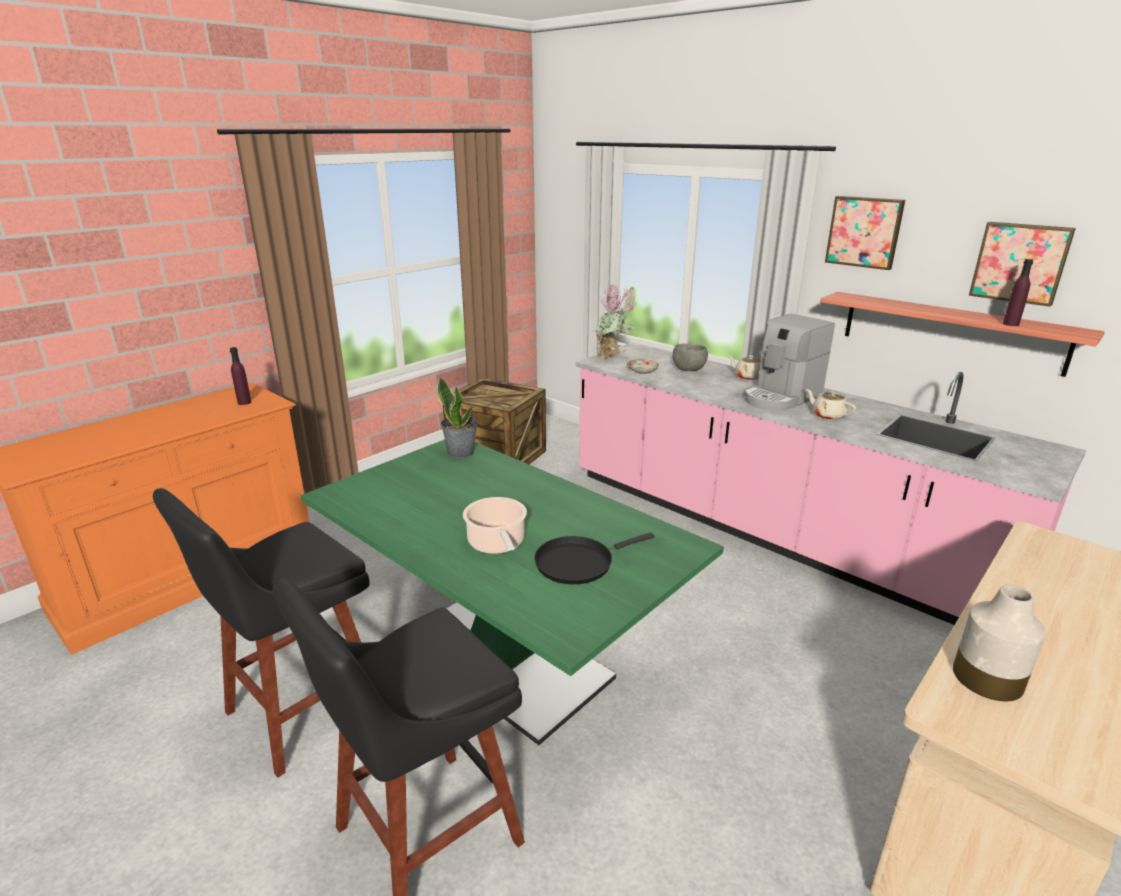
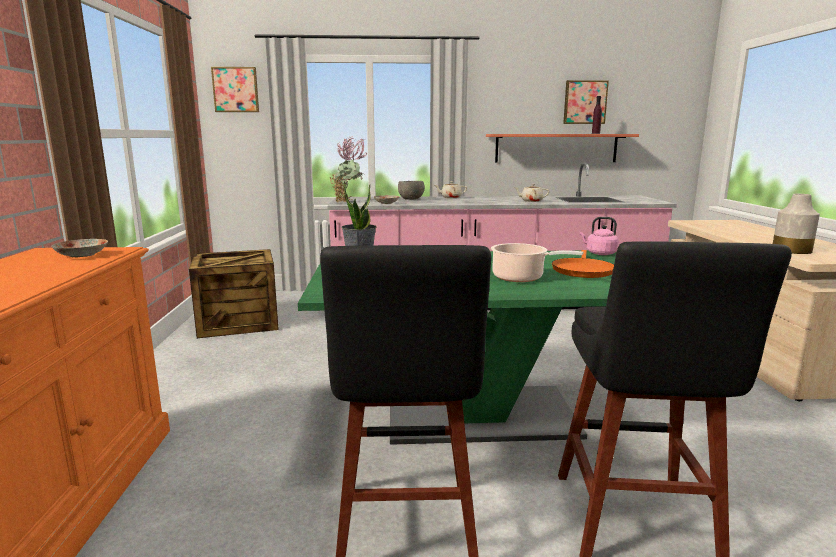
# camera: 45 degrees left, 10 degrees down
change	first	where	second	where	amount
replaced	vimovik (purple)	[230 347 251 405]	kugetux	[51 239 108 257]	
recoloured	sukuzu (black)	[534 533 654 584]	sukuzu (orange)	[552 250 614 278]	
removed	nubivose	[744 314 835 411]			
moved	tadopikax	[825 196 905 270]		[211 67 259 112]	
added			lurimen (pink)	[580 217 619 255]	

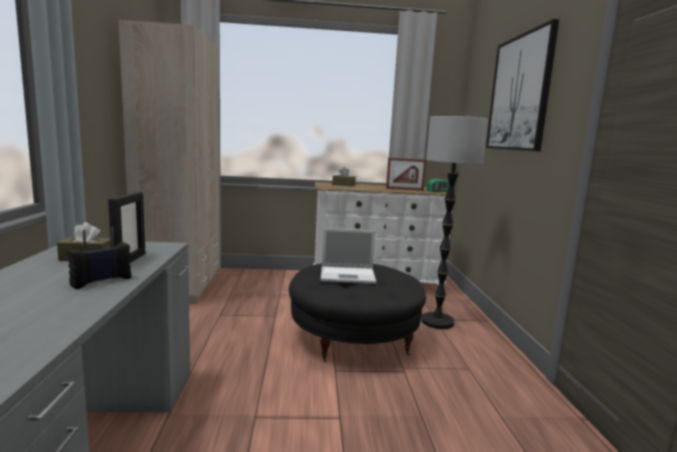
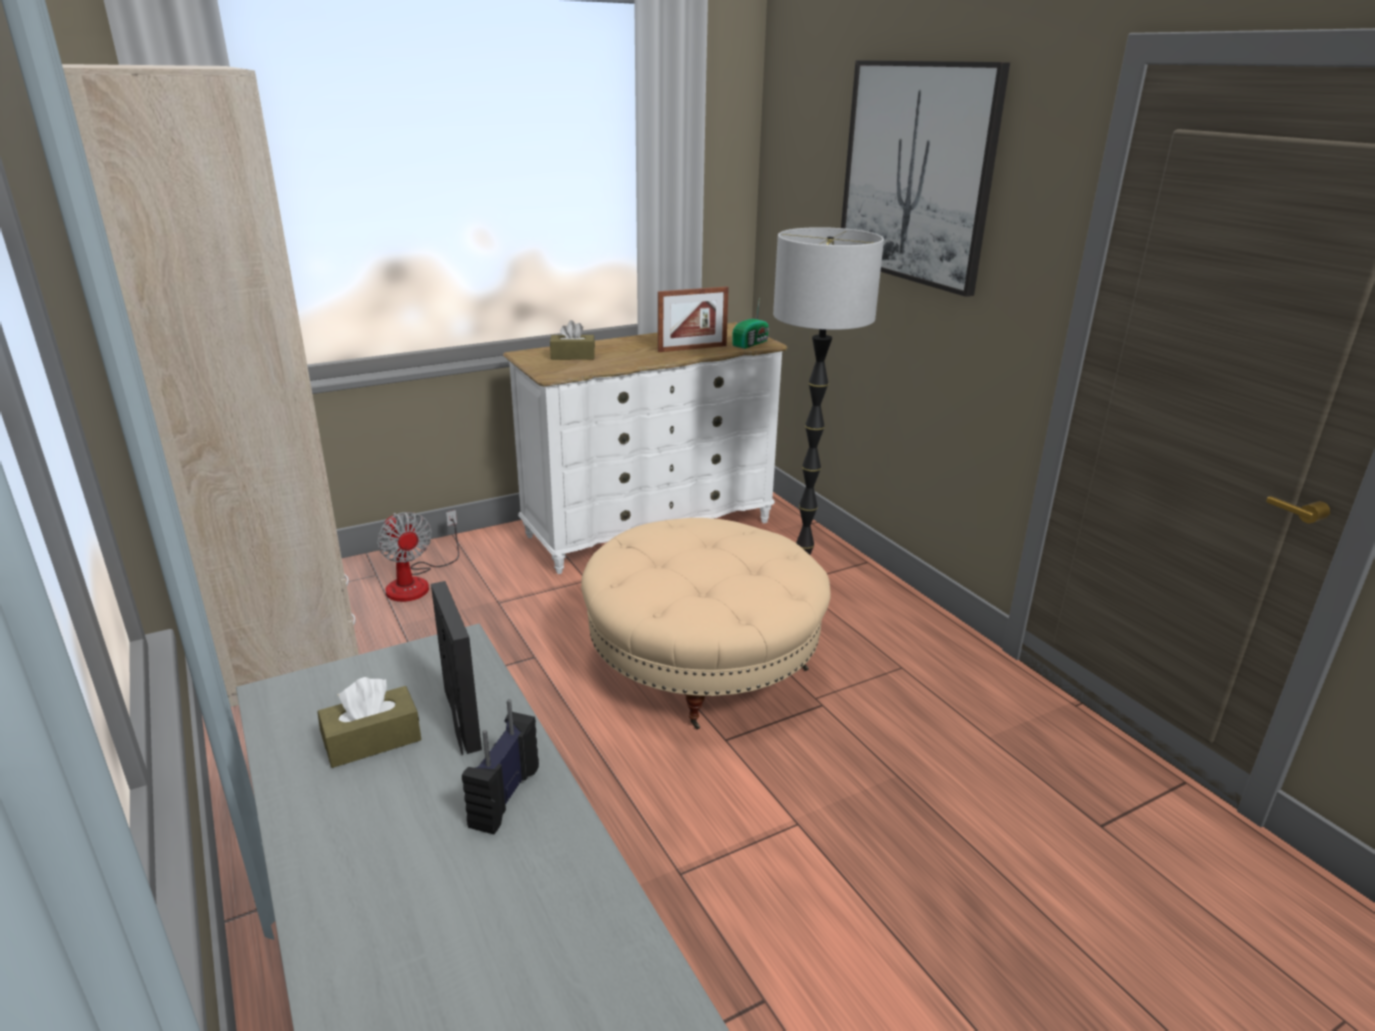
# camera: 25 degrees left, 15 degrees up
change	first	where	second	where	amount
recoloured	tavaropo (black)	[289 263 426 362]	tavaropo (beige)	[581 518 831 730]	
removed	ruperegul	[321 228 376 284]			
added			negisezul	[377 510 459 602]	

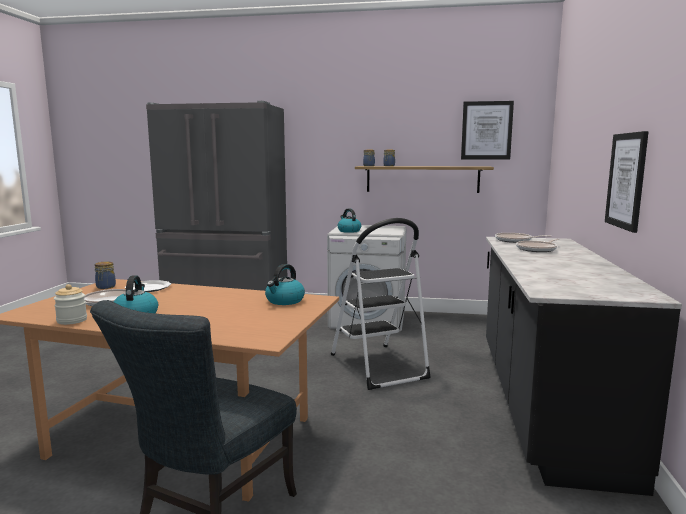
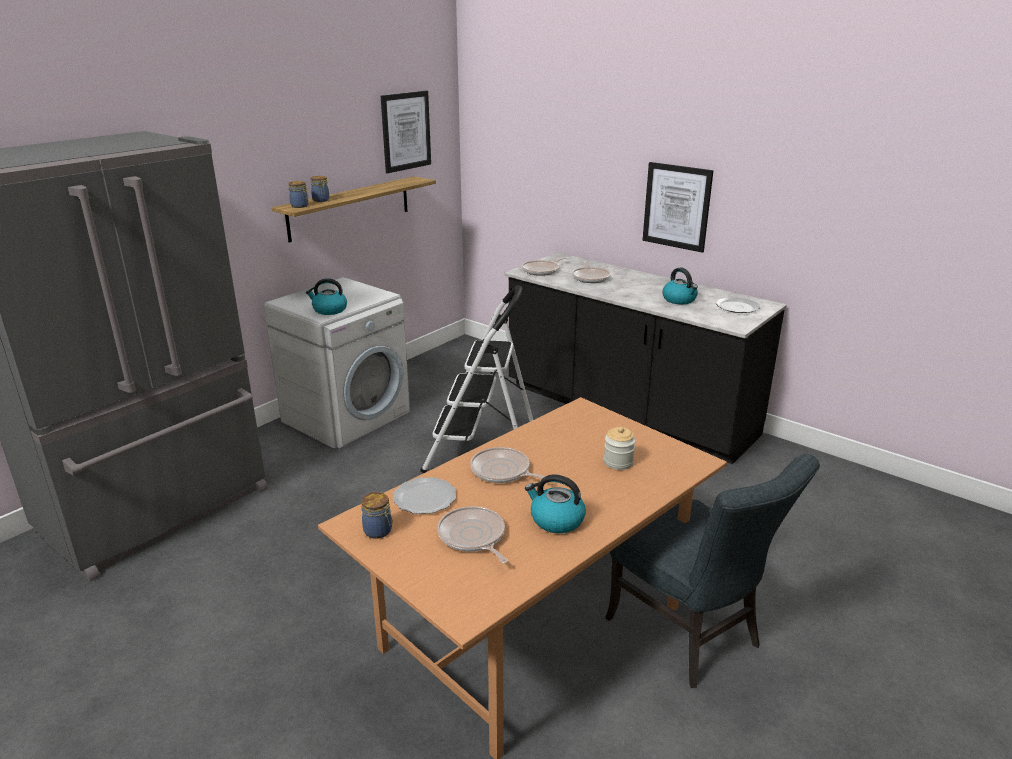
# camera: 60 degrees left, 15 degrees up
change	first	where	second	where	amount
moved	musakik	[54 284 87 325]		[604 427 636 470]	
moved	lurimen	[265 264 305 305]		[662 268 698 304]	
added			sukuzu	[470 447 545 483]	
added			kugetux	[716 297 760 313]	

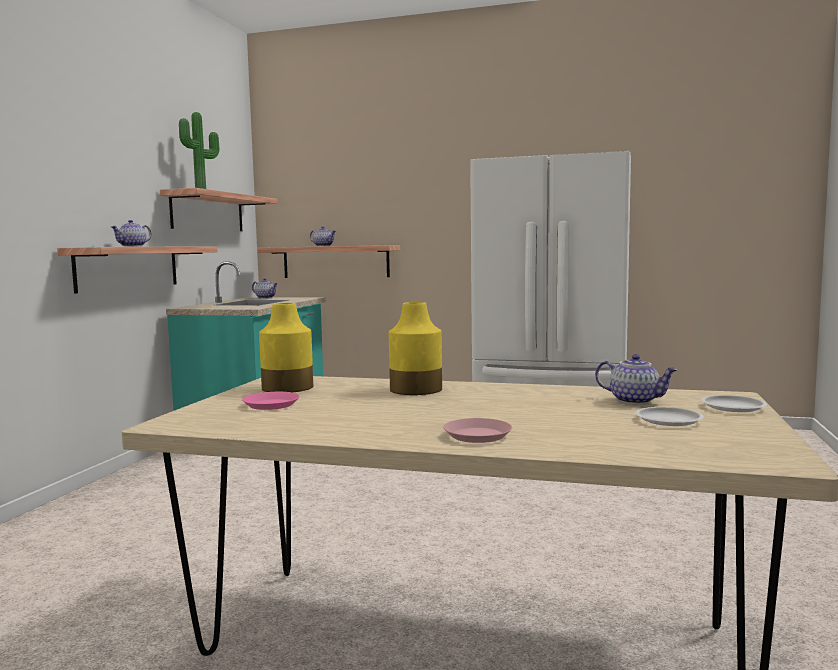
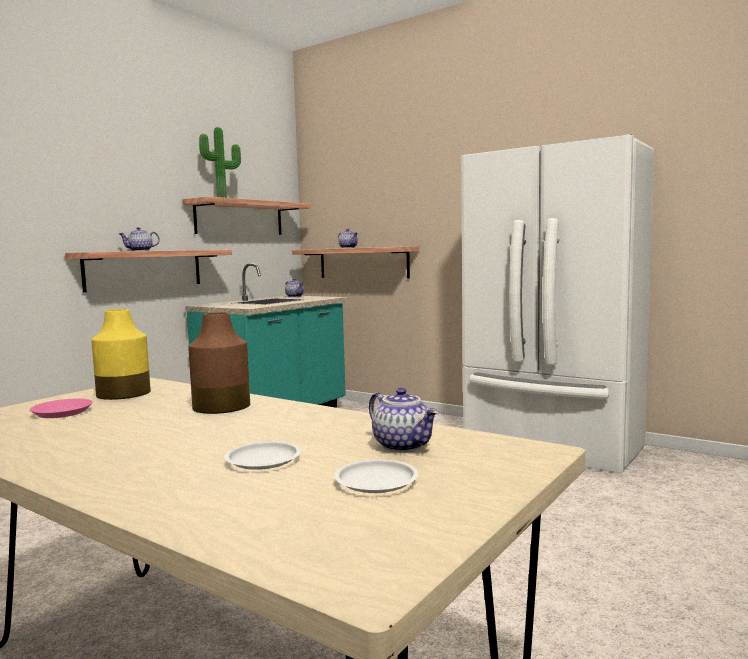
# camera: 20 degrees right, 0 degrees up
change	first	where	second	where	amount
recoloured	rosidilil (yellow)	[389 302 442 395]	rosidilil (brown)	[188 312 250 414]	
removed	kugetux (pink)	[443 418 512 443]			
moved	kugetux (white)	[701 395 767 412]		[224 442 301 470]	

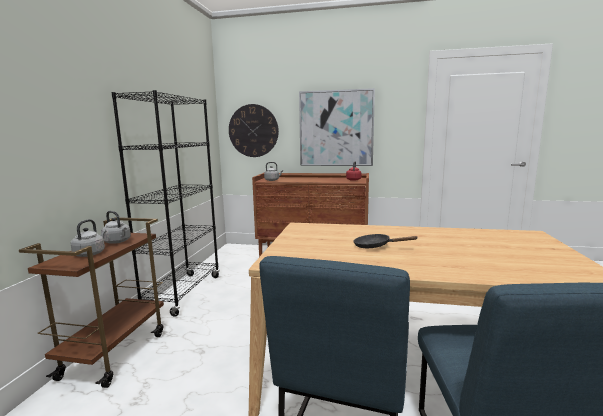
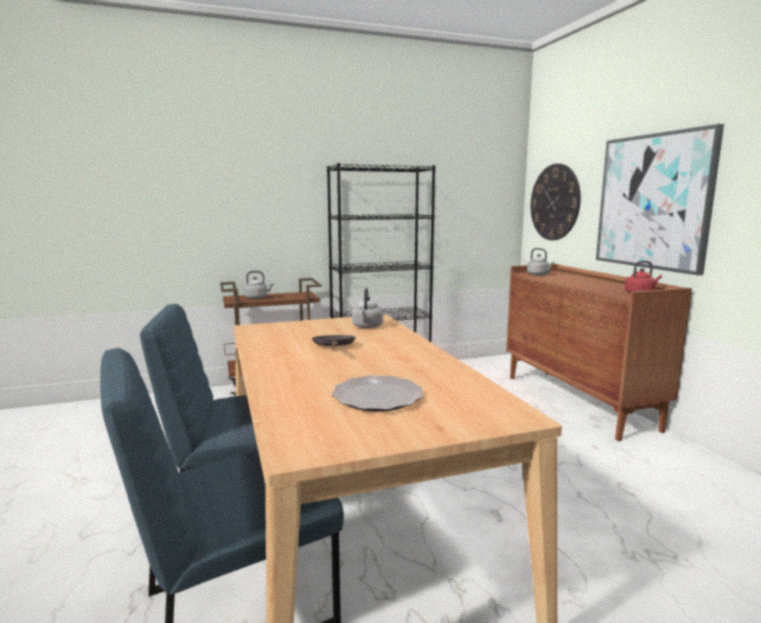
# camera: 60 degrees right, 0 degrees up
change	first	where	second	where	amount
moved	lurimen (grey)	[101 211 131 244]		[352 288 383 329]	
added			kugetux	[332 375 423 412]	

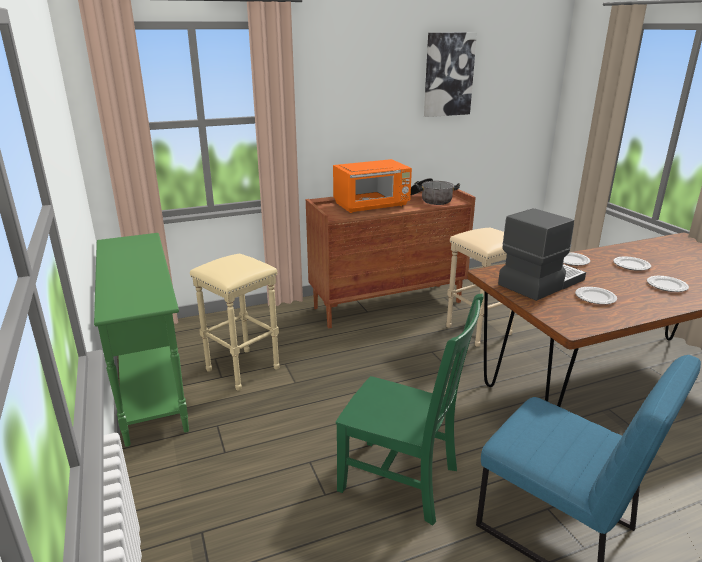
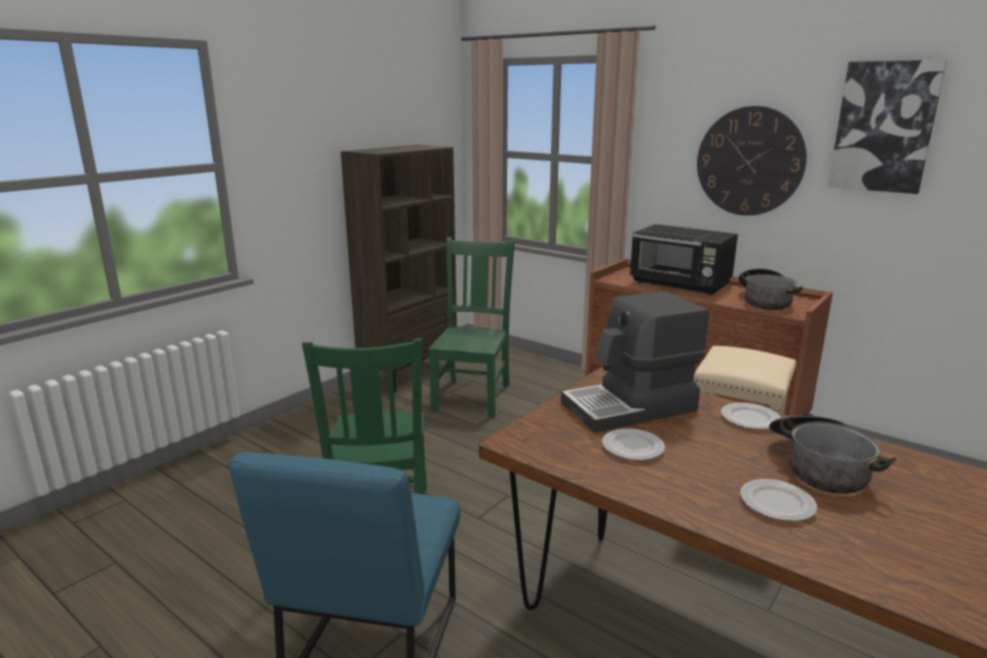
# camera: 60 degrees right, 5 degrees down
change	first	where	second	where	amount
replaced	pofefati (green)	[94 233 189 447]	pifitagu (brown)	[341 145 457 393]	
replaced	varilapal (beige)	[190 254 280 391]	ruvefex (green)	[429 237 515 418]	
recoloured	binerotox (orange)	[333 159 412 213]	binerotox (black)	[630 224 738 295]	
turned	nubivose	[498 208 586 301]		[561 291 709 433]	135 degrees clockwise
replaced	kugetux	[613 256 651 271]	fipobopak	[769 414 897 494]	
added			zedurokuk	[697 106 807 216]	

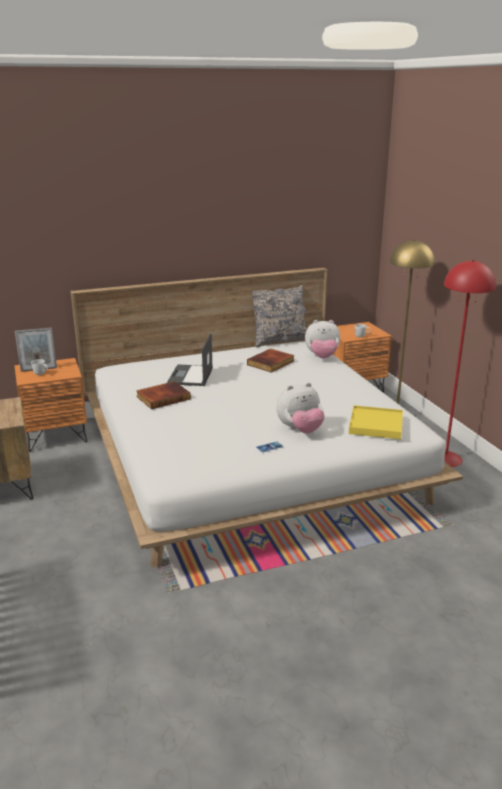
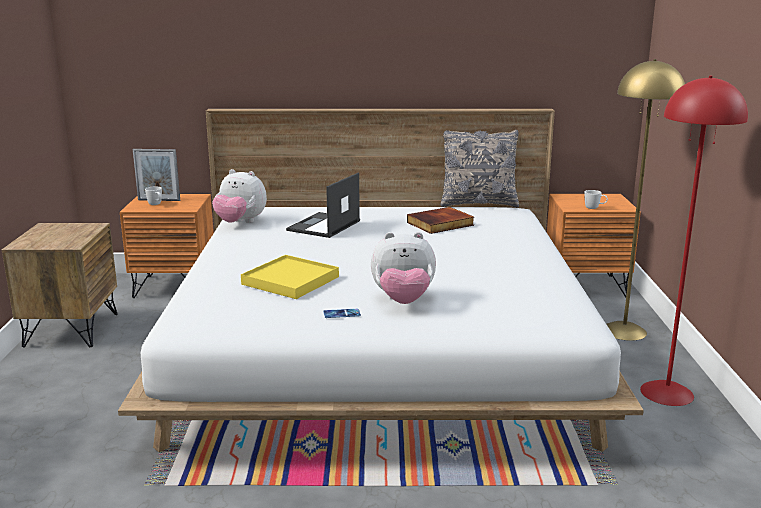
# camera: 20 degrees right, 5 degrees down
change	first	where	second	where	amount
removed	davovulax	[136 381 191 409]			
moved	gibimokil	[305 320 340 359]		[212 169 267 223]	
moved	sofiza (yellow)	[349 405 403 439]		[241 255 339 299]	

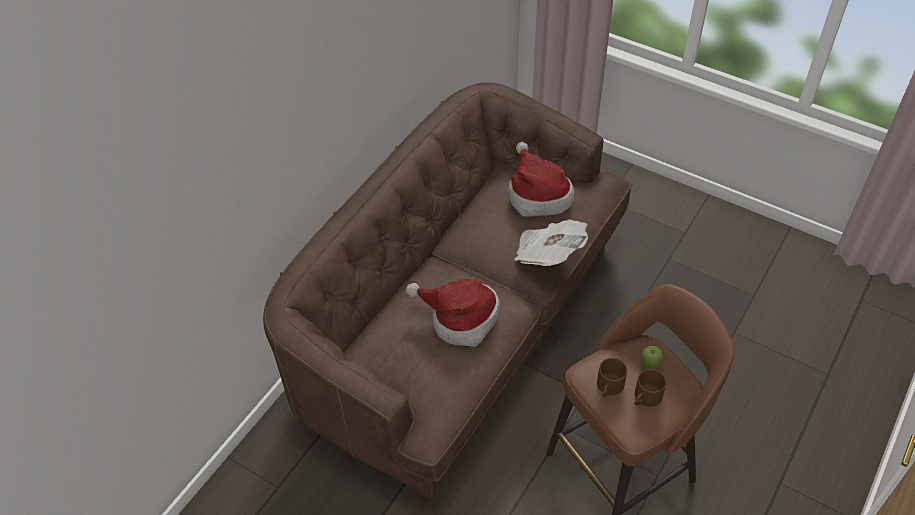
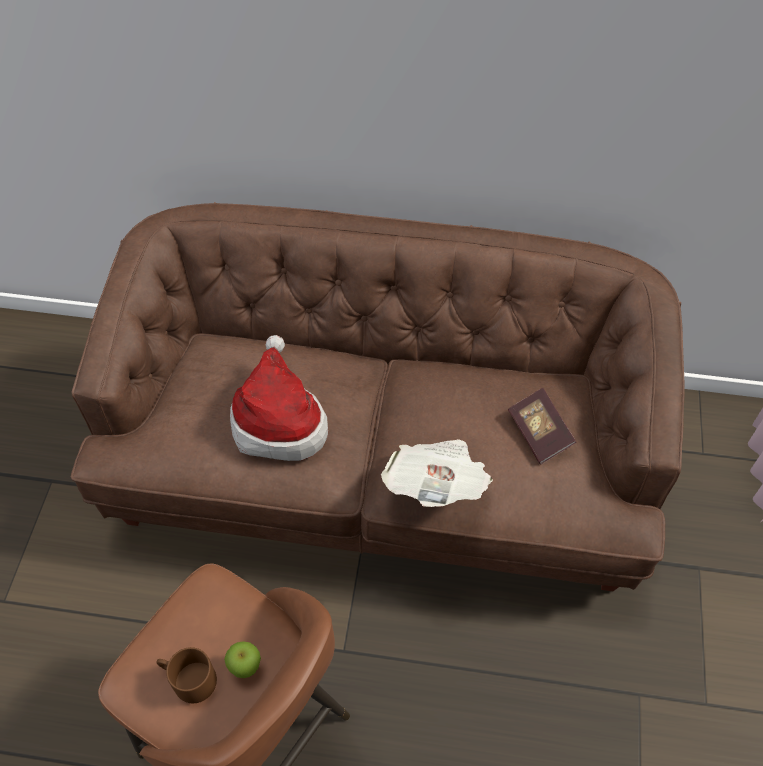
# camera: 65 degrees right, 5 degrees up
change	first	where	second	where	amount
replaced	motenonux	[508 142 574 217]	davovulax	[508 388 576 464]	
removed	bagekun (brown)	[597 358 627 397]			

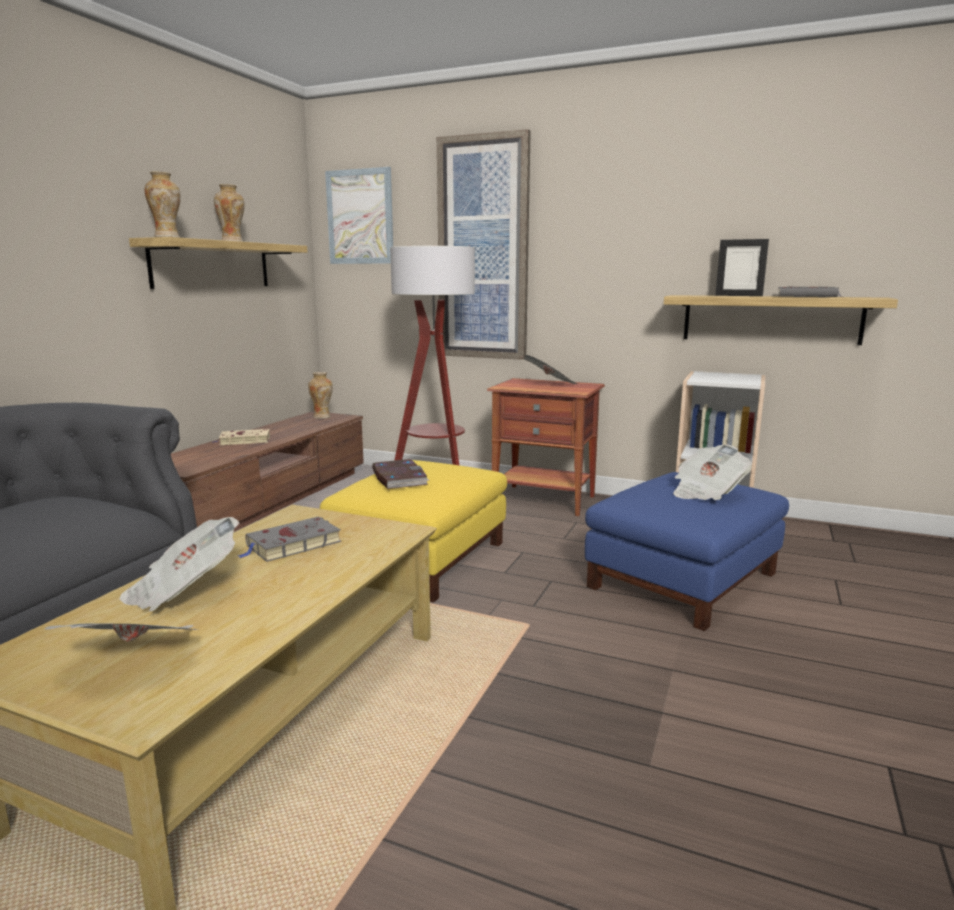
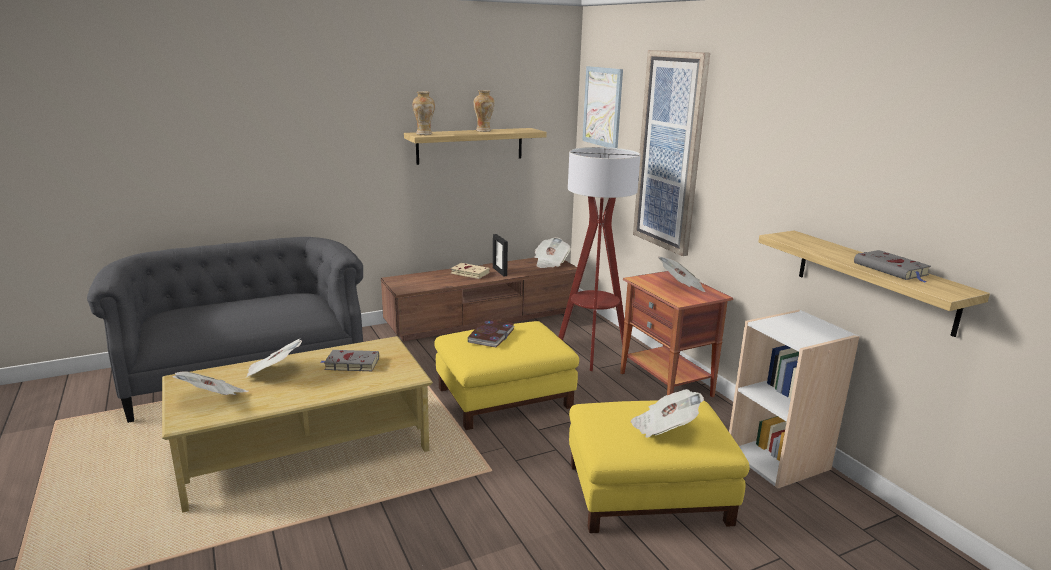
# camera: 40 degrees right, 5 degrees up
change	first	where	second	where	amount
replaced	rosidilil	[308 372 333 419]	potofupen	[534 237 571 268]	
recoloured	tavaropo (blue)	[585 472 789 631]	tavaropo (yellow)	[569 400 750 533]	
moved	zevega	[715 239 769 296]		[493 234 508 276]	

